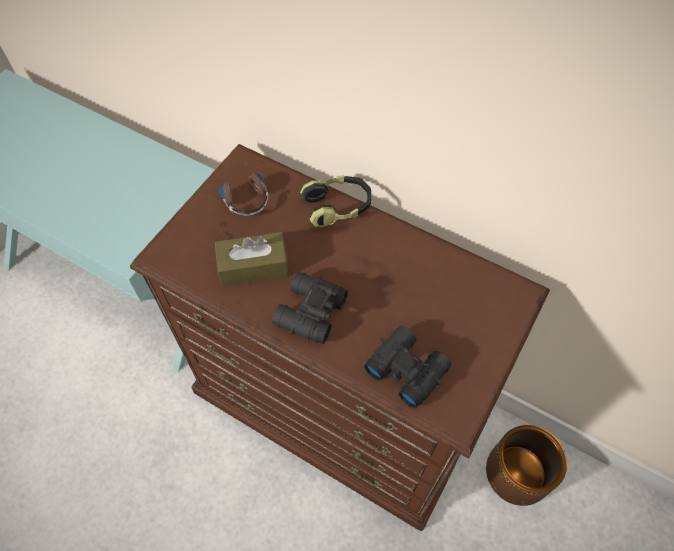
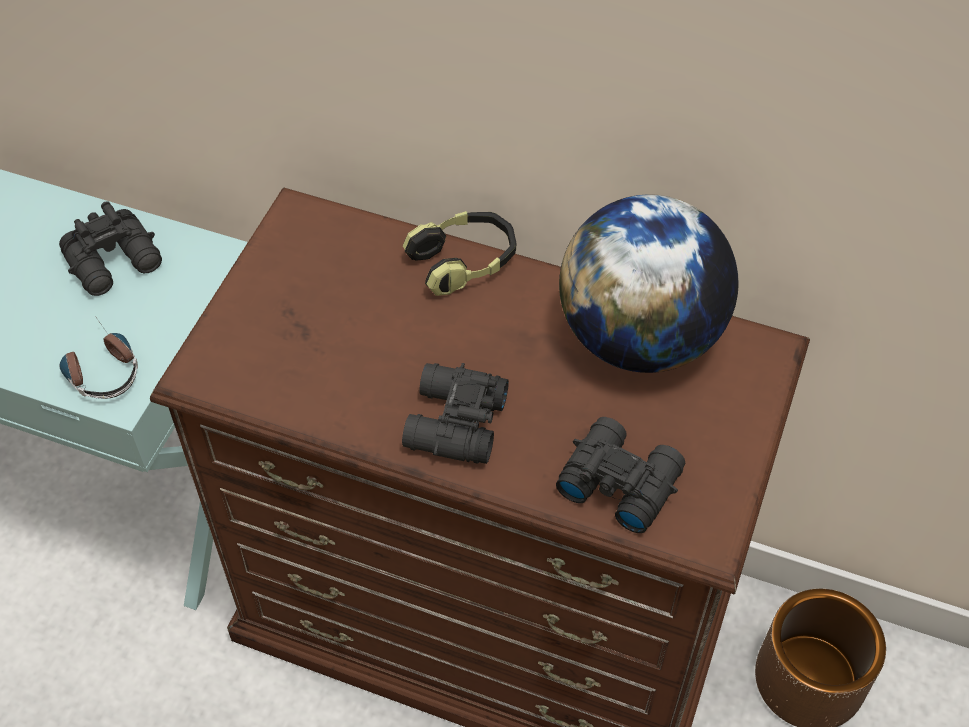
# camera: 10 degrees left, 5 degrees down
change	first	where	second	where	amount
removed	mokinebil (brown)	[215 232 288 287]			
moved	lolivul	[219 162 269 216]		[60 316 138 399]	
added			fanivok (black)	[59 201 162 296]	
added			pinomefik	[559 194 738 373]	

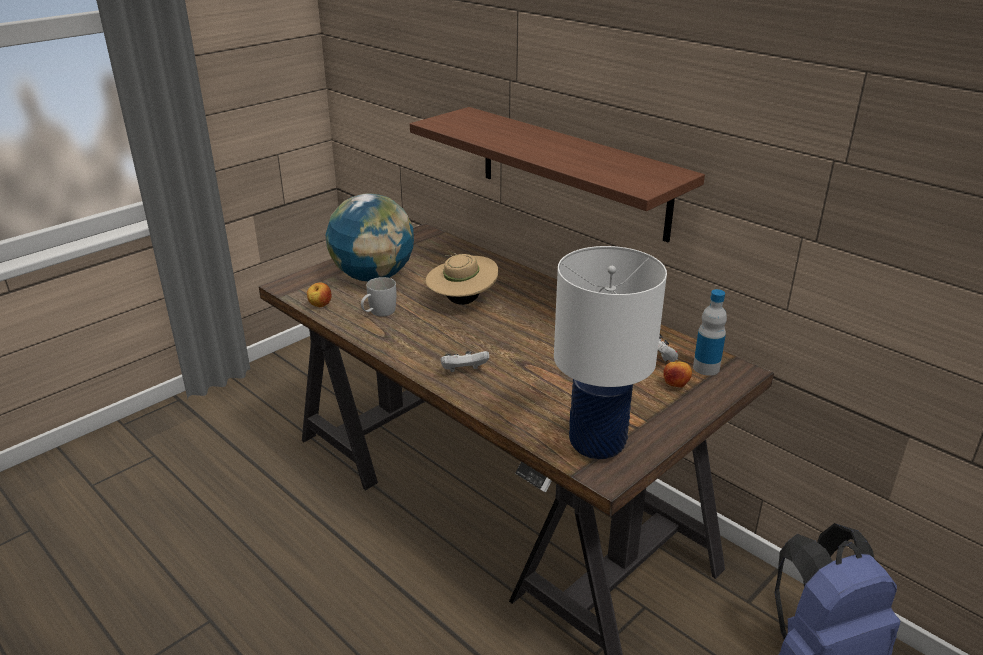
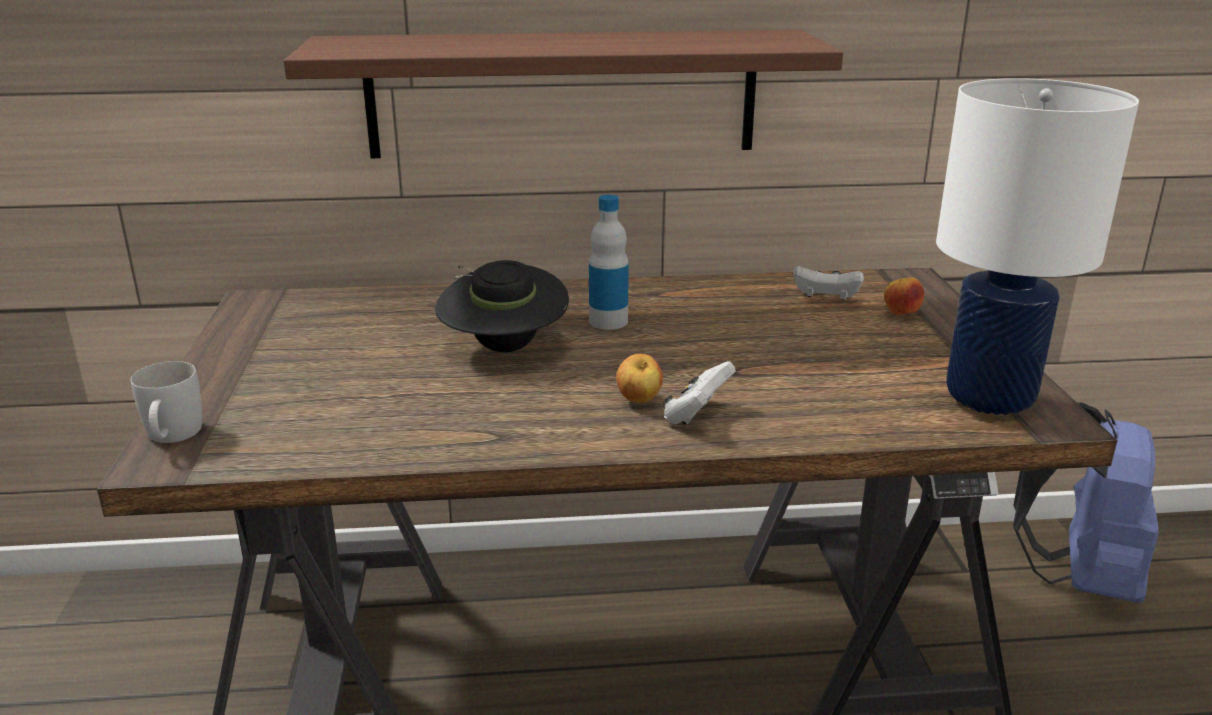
# camera: 50 degrees left, 5 degrees down
change	first	where	second	where	amount
moved	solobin	[307 283 332 307]		[616 354 663 403]	
removed	pinomefik	[325 193 414 281]			
moved	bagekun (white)	[361 277 396 317]		[131 361 202 443]	
recoloured	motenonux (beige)	[425 250 498 305]	motenonux (black)	[435 260 569 352]	
moved	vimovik	[693 289 727 376]		[589 195 629 330]	

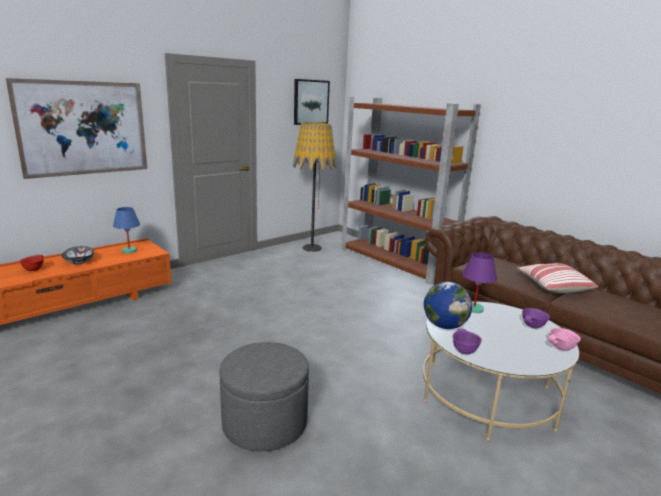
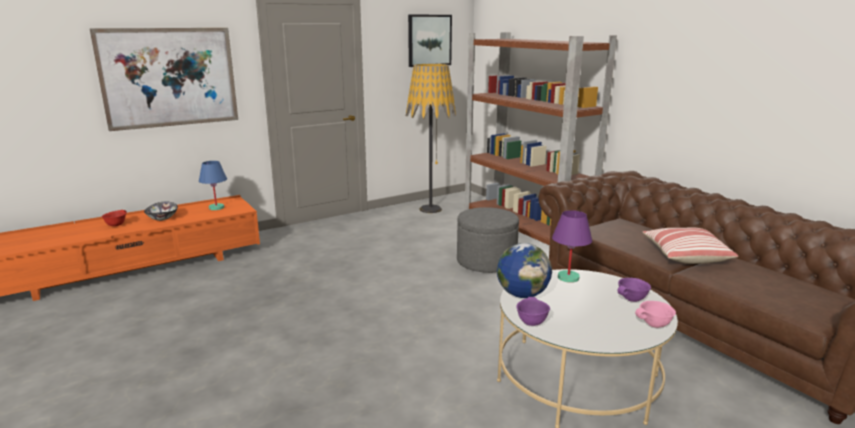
# camera: 10 degrees right, 0 degrees up
change	first	where	second	where	amount
moved	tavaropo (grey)	[219 342 309 451]		[457 207 519 273]	

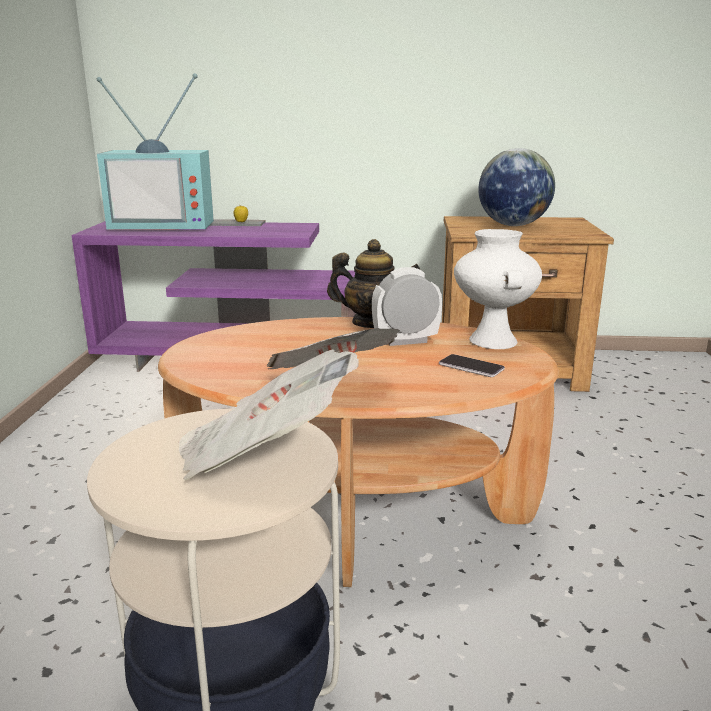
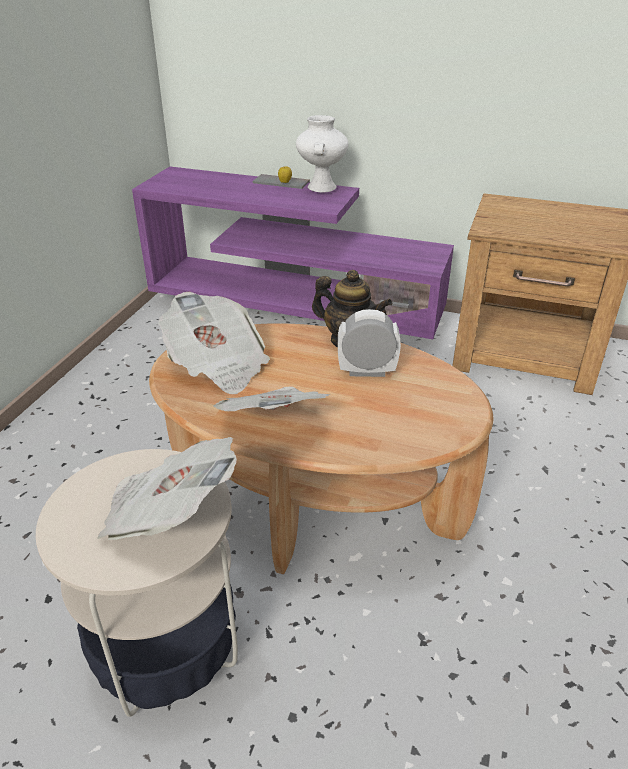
# camera: 15 degrees right, 15 degrees up
change	first	where	second	where	amount
removed	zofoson	[97 73 214 230]			
removed	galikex	[439 354 505 377]			
moved	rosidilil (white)	[454 229 542 349]		[296 115 348 193]	
removed	pinomefik	[478 148 555 226]			
added			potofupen	[158 292 270 394]	

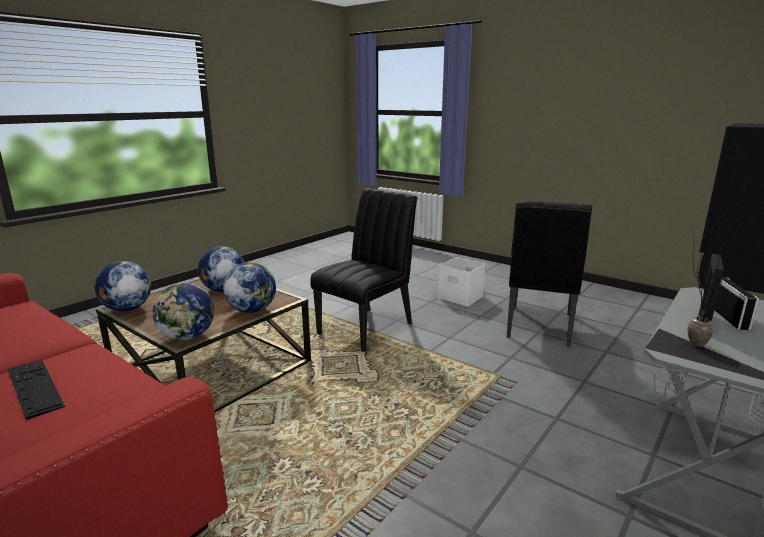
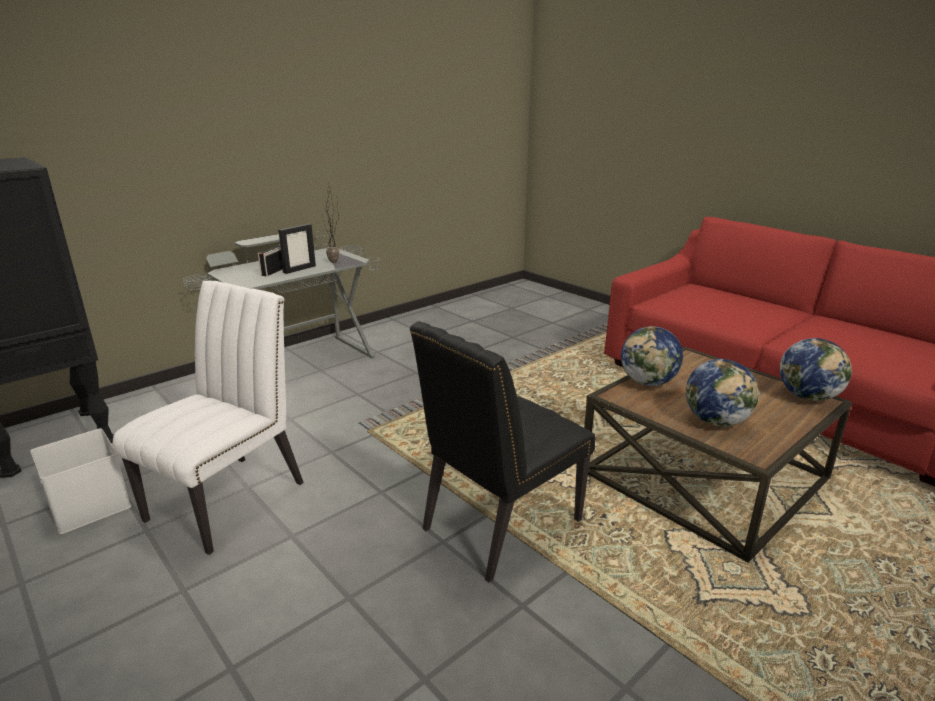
# camera: 170 degrees left, 5 degrees up
change	first	where	second	where	amount
removed	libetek	[8 360 65 420]			
removed	pinomefik	[153 283 214 340]			
moved	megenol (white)	[437 257 486 306]		[30 428 131 534]	
recoloured	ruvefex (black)	[507 201 592 347]	ruvefex (white)	[113 281 304 555]	

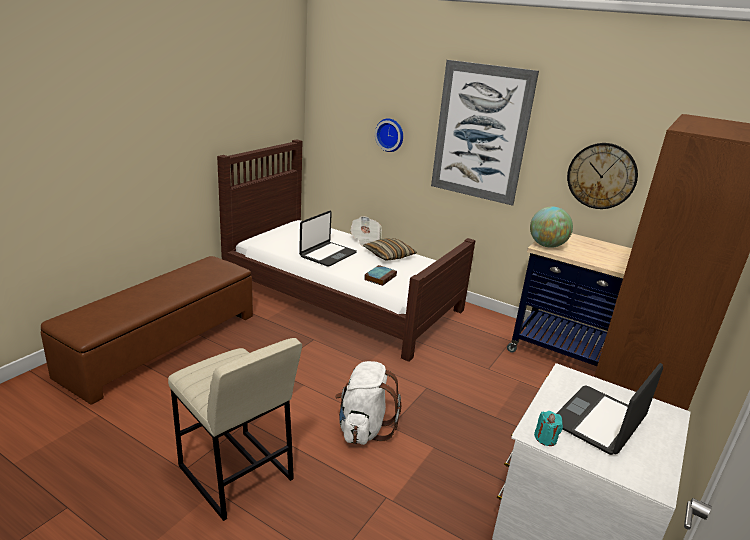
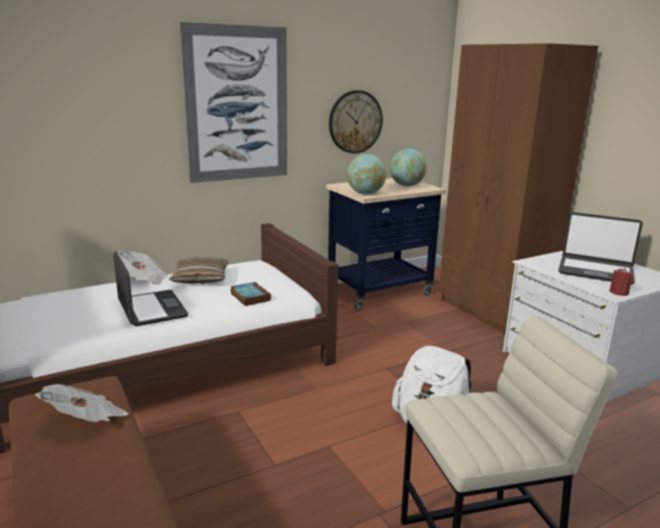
# camera: 60 degrees left, 5 degrees down
change	first	where	second	where	amount
removed	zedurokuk	[375 118 403 152]			
recoloured	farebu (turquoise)	[534 411 563 446]	farebu (red)	[609 268 634 296]	
turned	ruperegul	[556 363 663 455]		[558 212 643 284]	45 degrees counterclockwise
added			potofupen	[35 384 129 422]	
added			pinomefik	[389 149 427 186]	

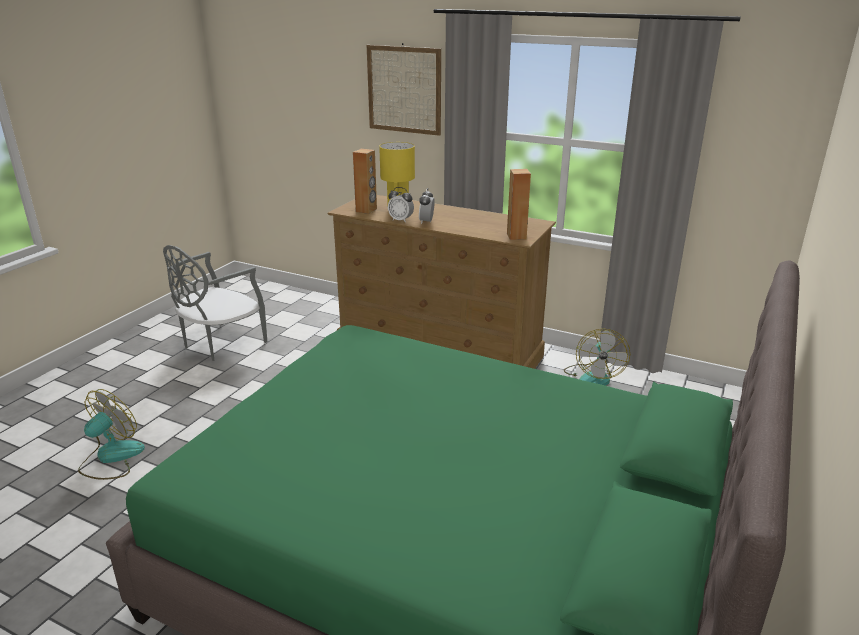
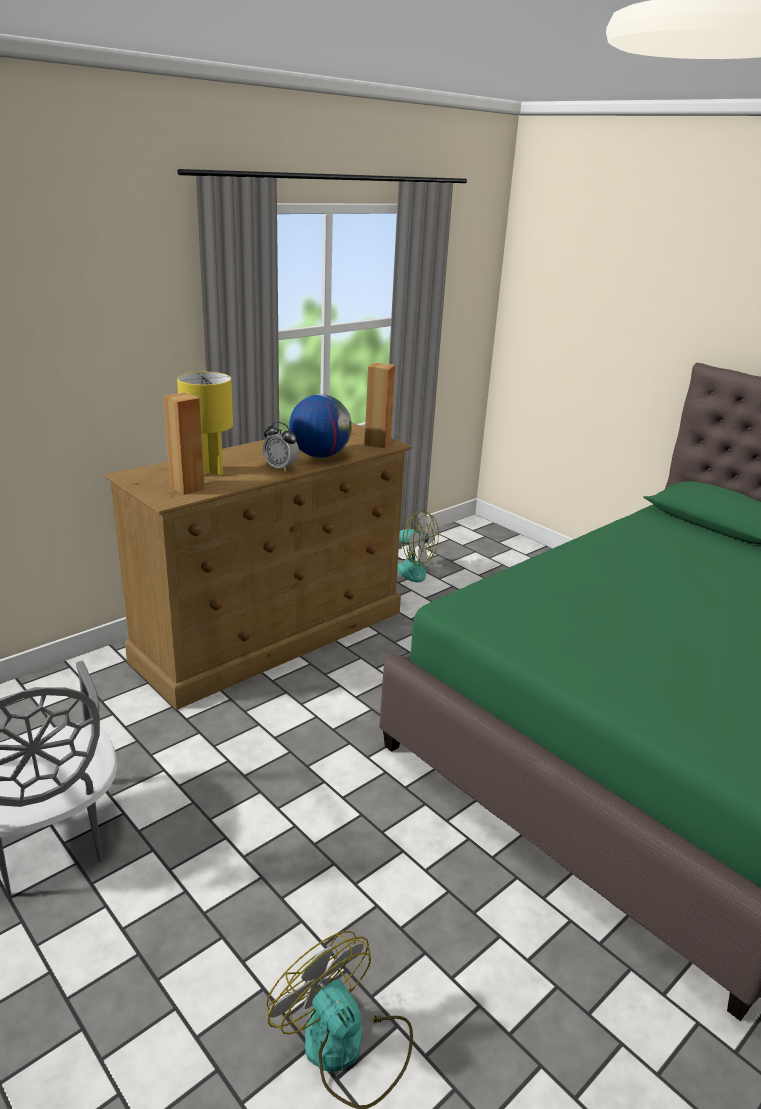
# camera: 70 degrees left, 0 degrees up
change	first	where	second	where	amount
removed	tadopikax	[367 43 441 136]			
removed	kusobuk	[388 187 414 223]			
added			pinomefik	[289 394 352 458]	

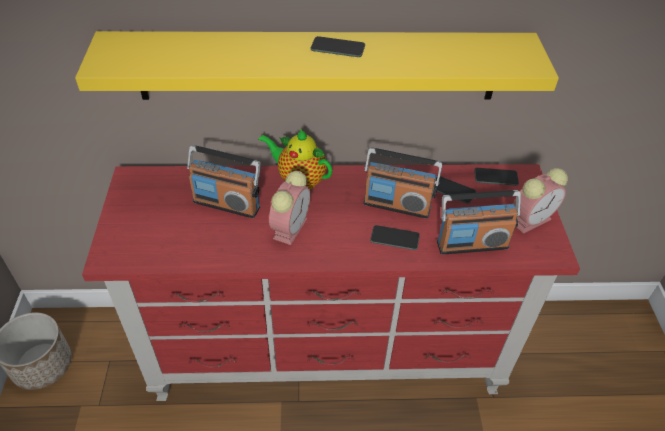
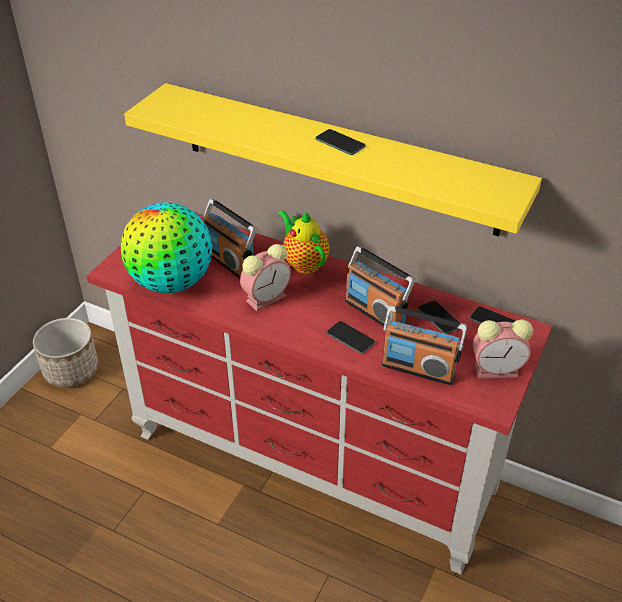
# camera: 30 degrees right, 5 degrees down
change	first	where	second	where	amount
added			pinomefik	[121 203 212 293]	

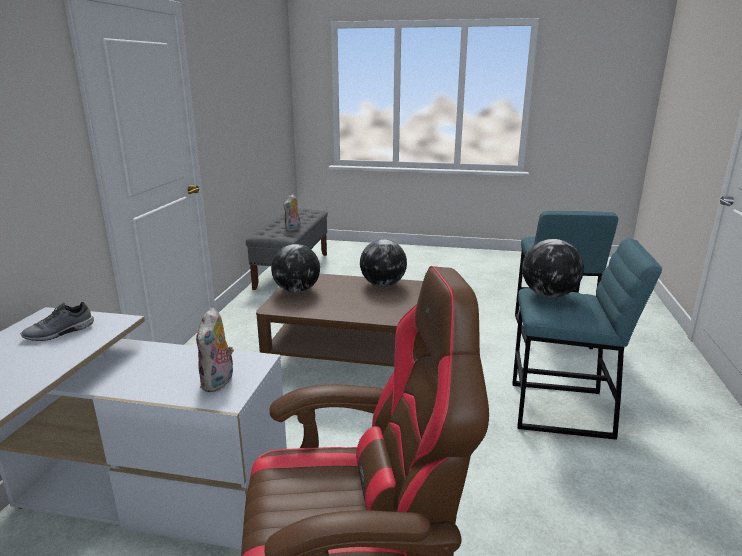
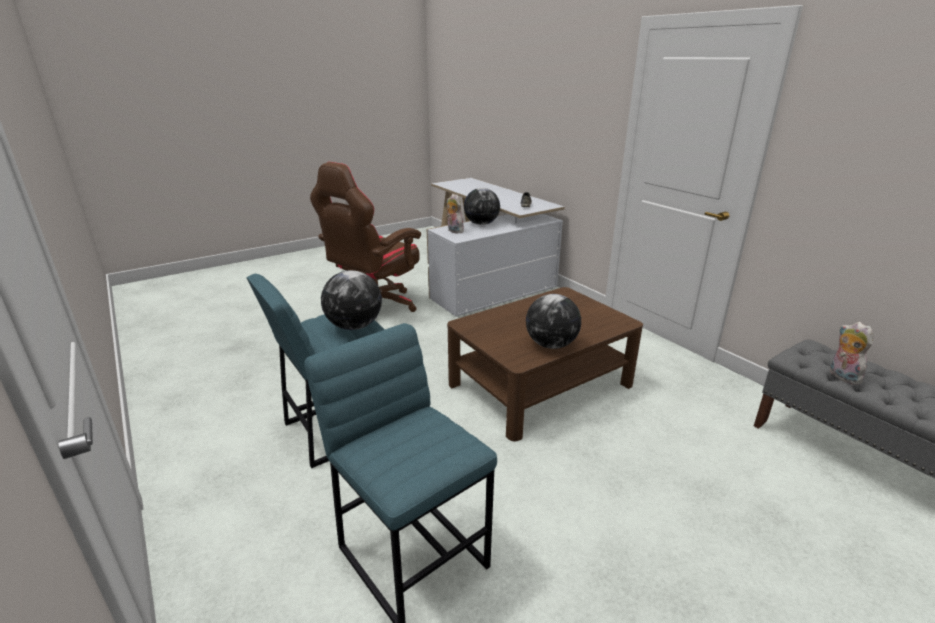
# camera: 135 degrees right, 5 degrees up
change	first	where	second	where	amount
moved	pinomefik	[271 244 320 293]		[464 188 500 225]	

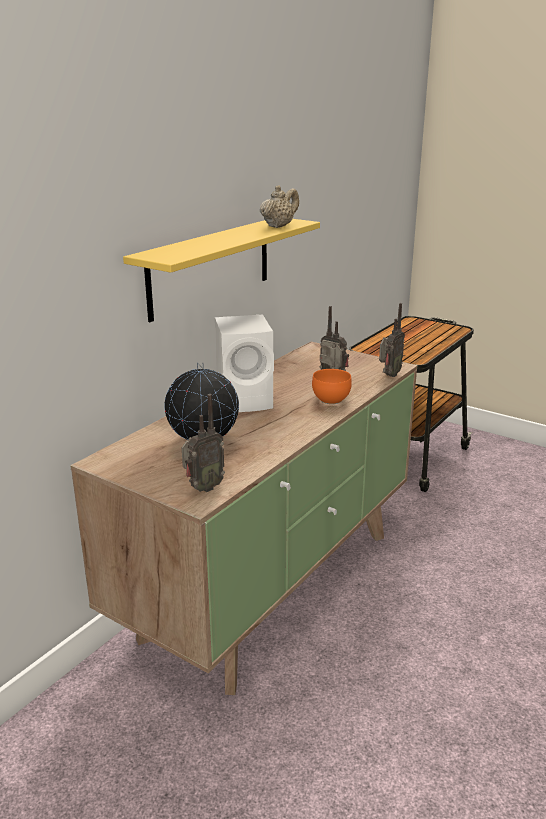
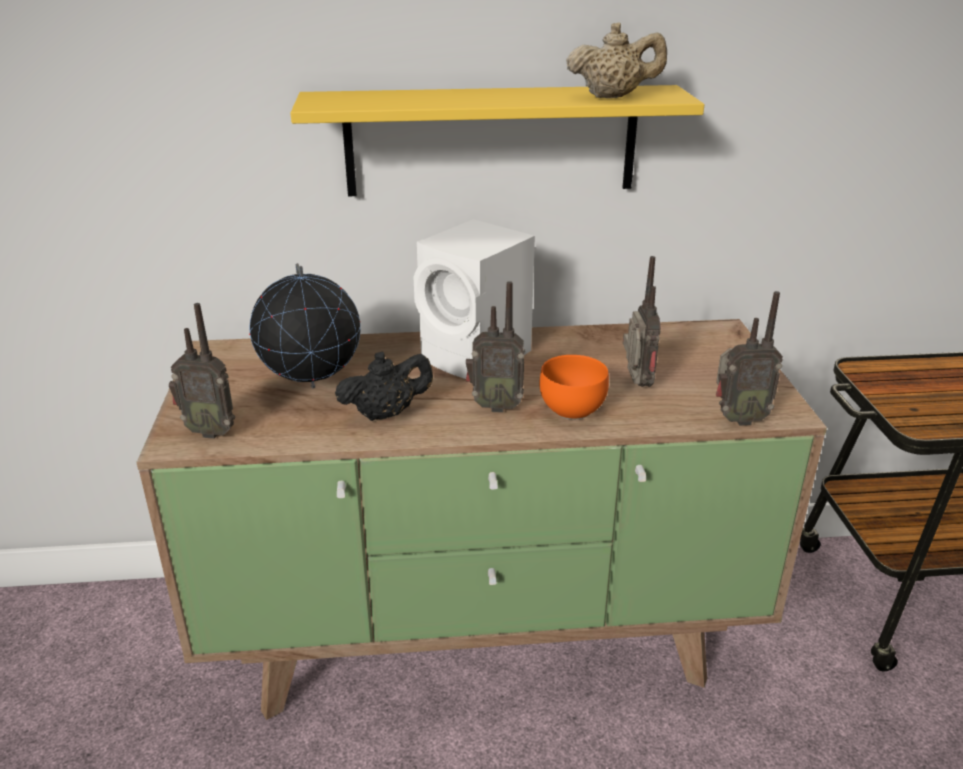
# camera: 50 degrees right, 5 degrees up
change	first	where	second	where	amount
added			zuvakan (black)	[335 351 433 421]	
added			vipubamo	[466 281 525 413]	

